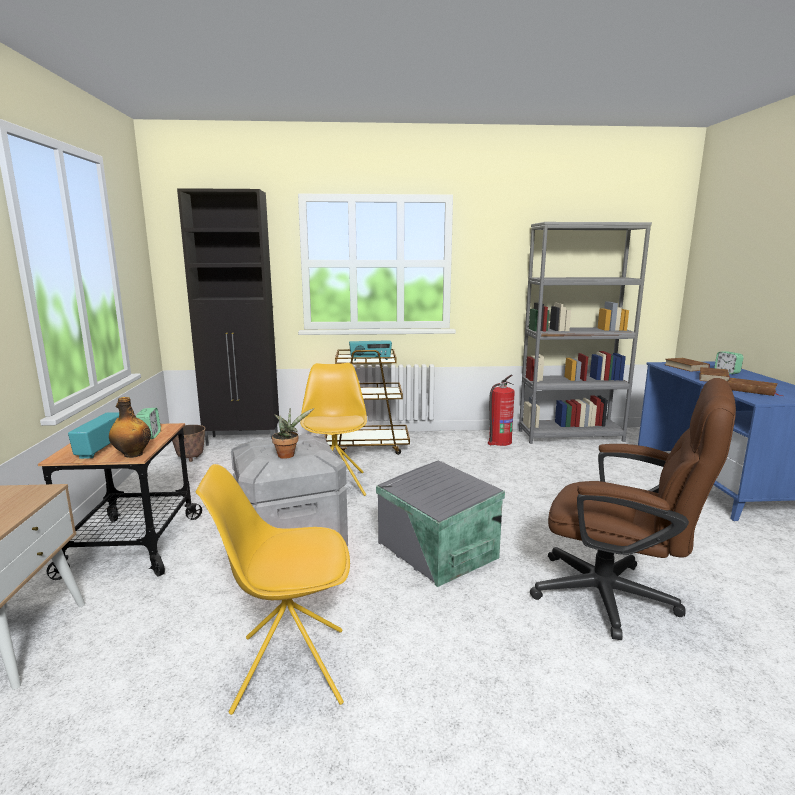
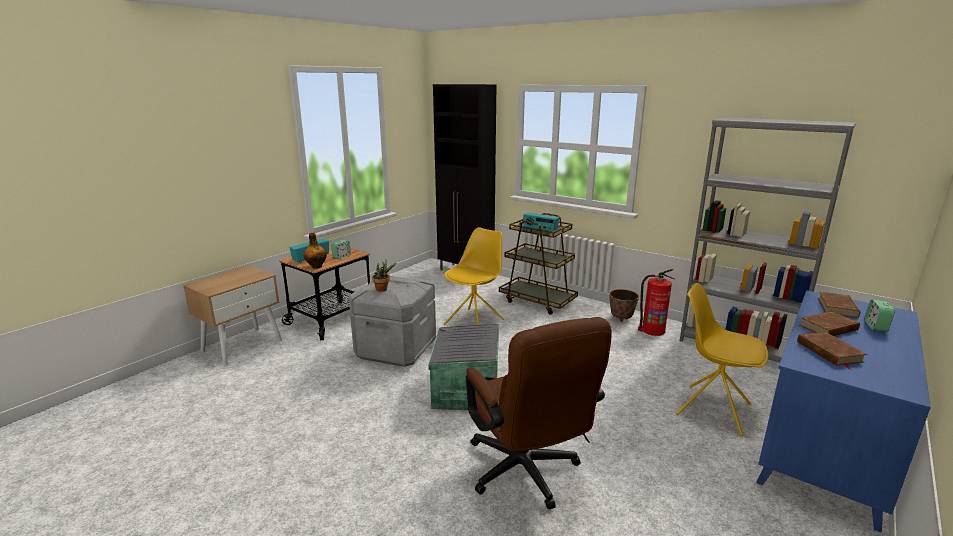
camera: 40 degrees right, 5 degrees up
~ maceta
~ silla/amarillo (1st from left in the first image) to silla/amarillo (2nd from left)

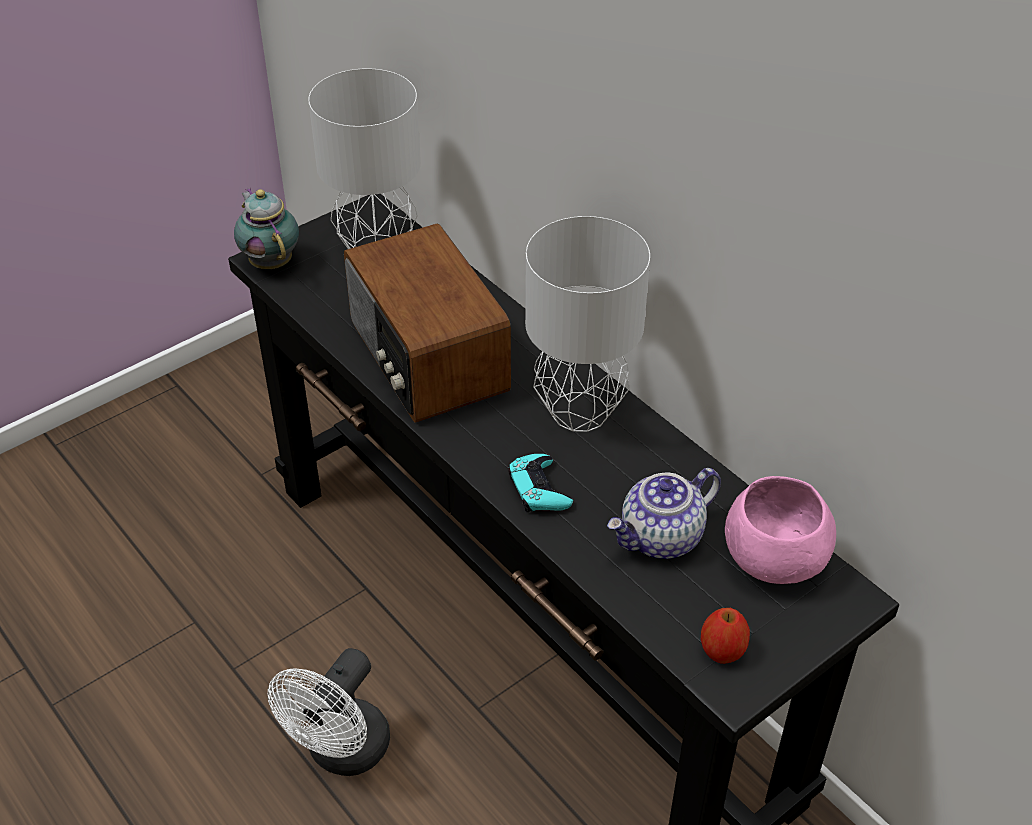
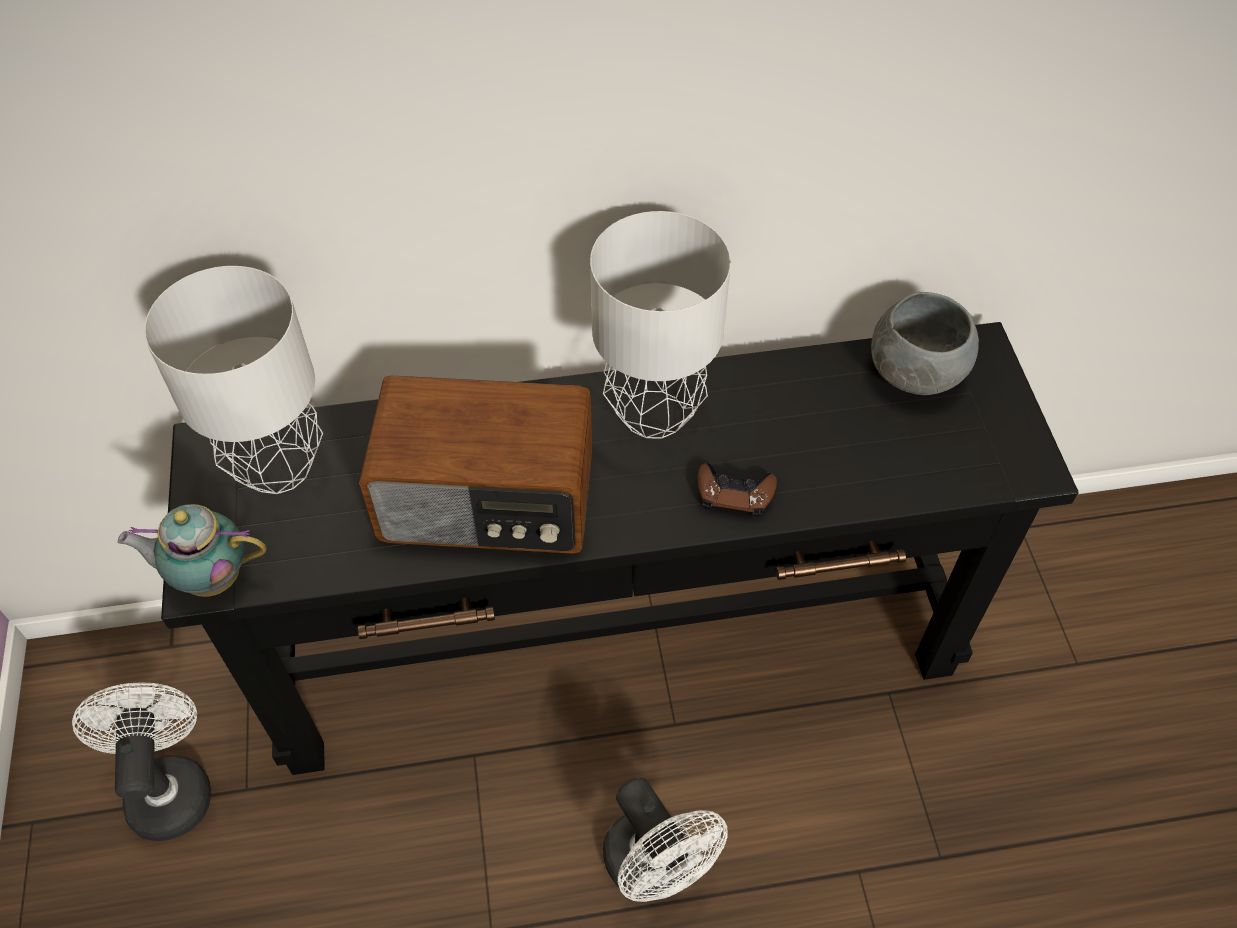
camera: 60 degrees left, 10 degrees up
+ ventilador/blanco (1st from left)
~ mando de consola/turquesa to mando de consola/marrón
~ cuenco/rosa to cuenco/gris
- tetera (2nd from left)
- manzana

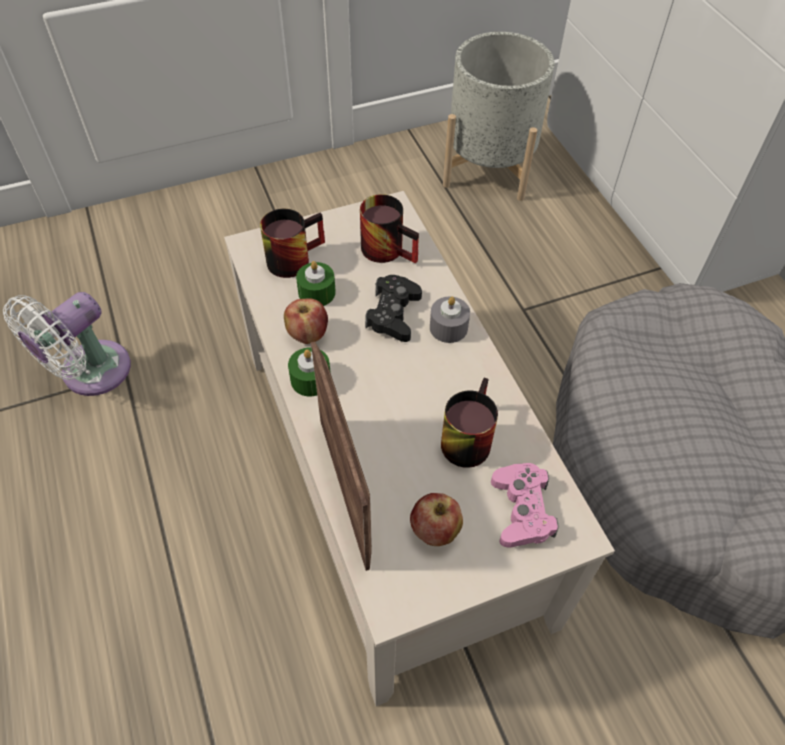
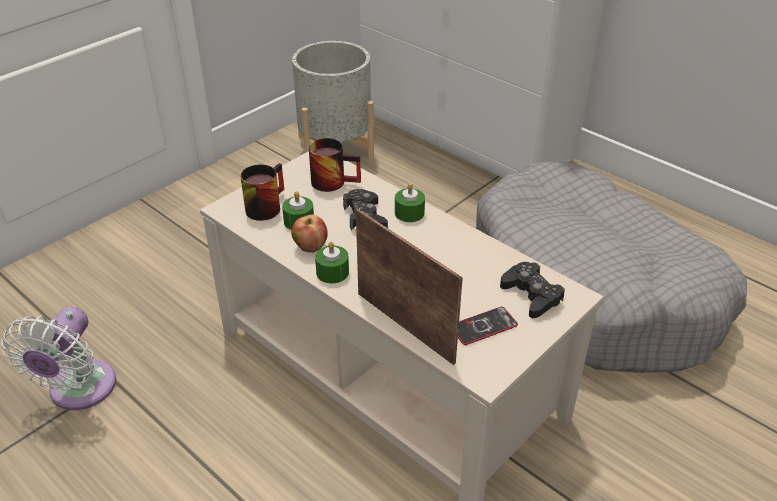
camera: 25 degrees left, 15 degrees down
~ vela/gris to vela/verde (3rd from left)
~ manzana (2nd from left) to móvil
~ mando de consola/rosa to mando de consola/negro (2nd from left)
- taza grande (3rd from left)

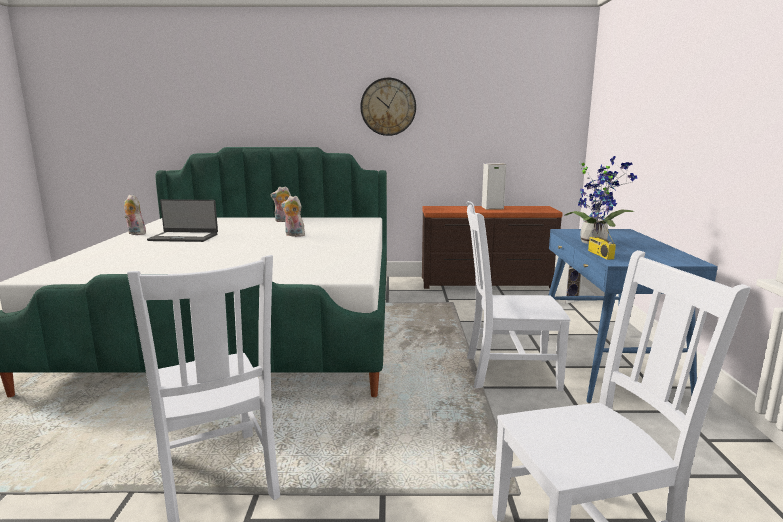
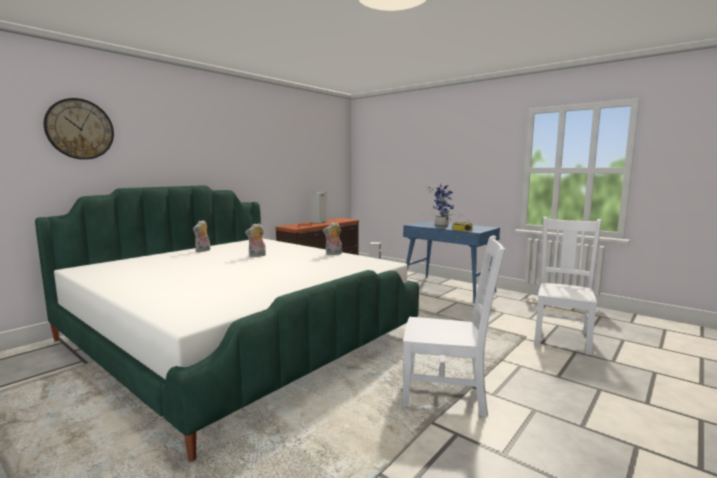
camera: 50 degrees left, 5 degrees down
~ reloj de pared
~ peluche (1st from left in the first image) to peluche (3rd from left)
- portátil
- silla/blanco (2nd from left)

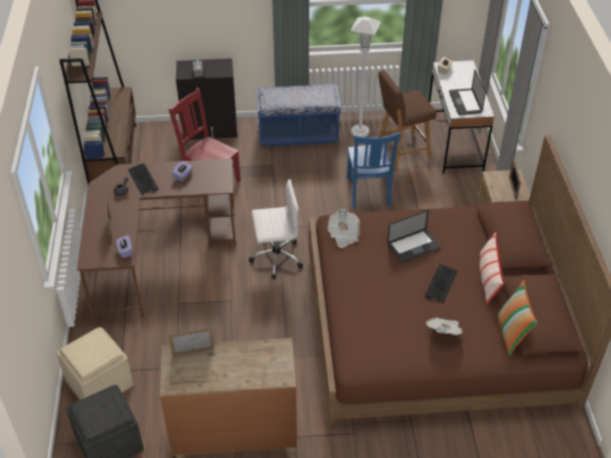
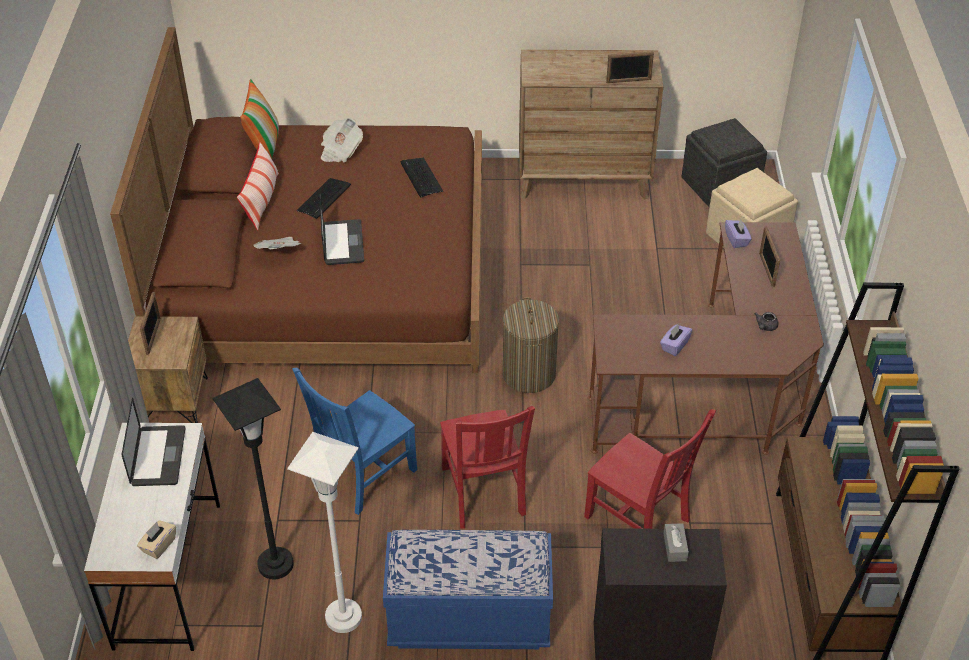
camera: 175 degrees left, 0 degrees up
~ taburete/marrón to lámpara de pie/negro
~ periódico (1st from left)
~ silla/azul 135 degrees counterclockwise
~ portátil (1st from left in the first image) 105 degrees clockwise
~ teclado (1st from left in the first image) to teclado (2nd from left)
+ silla/rojo (1st from left)
~ silla de oficina/blanco to cesto de la ropa

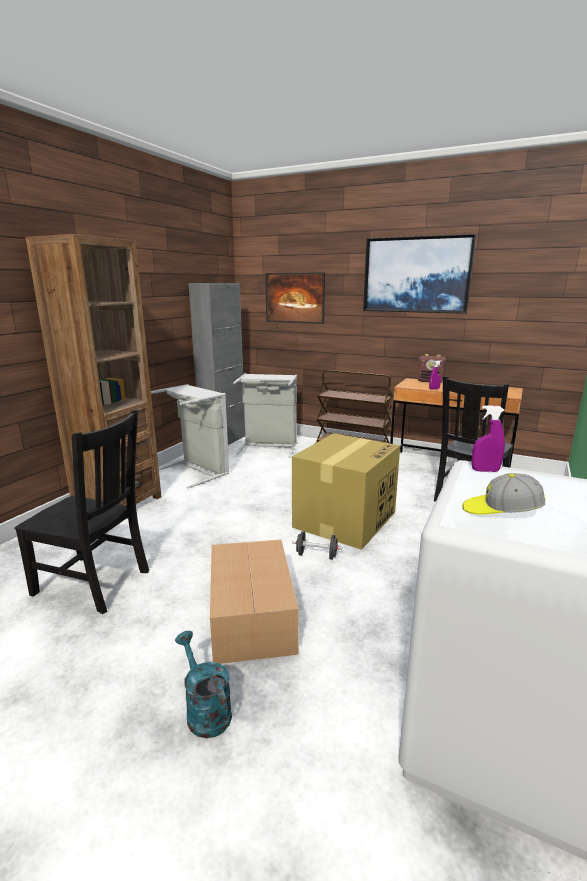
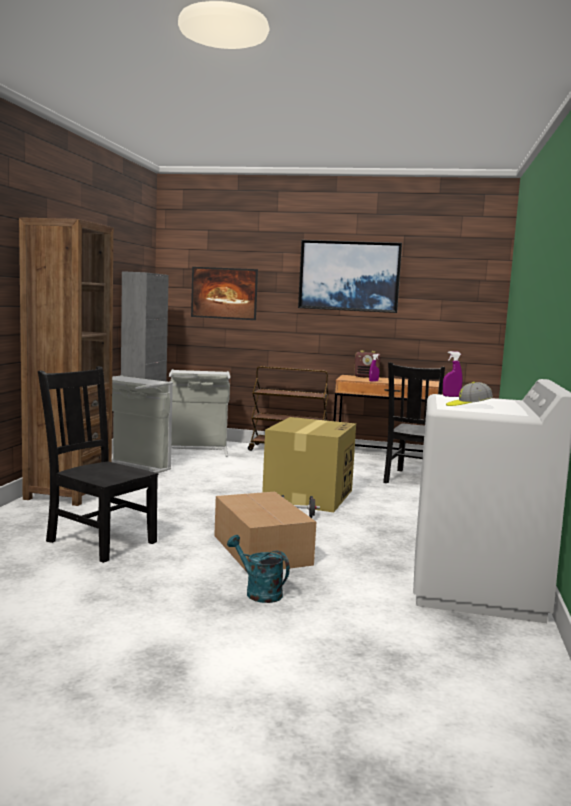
camera: 15 degrees left, 10 degrees down
~ silla/negro (1st from left) 150 degrees counterclockwise

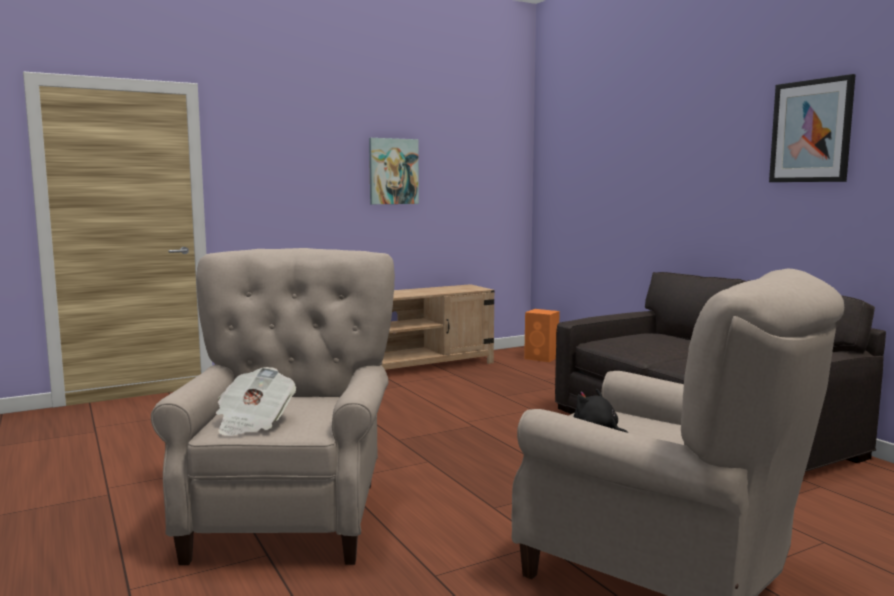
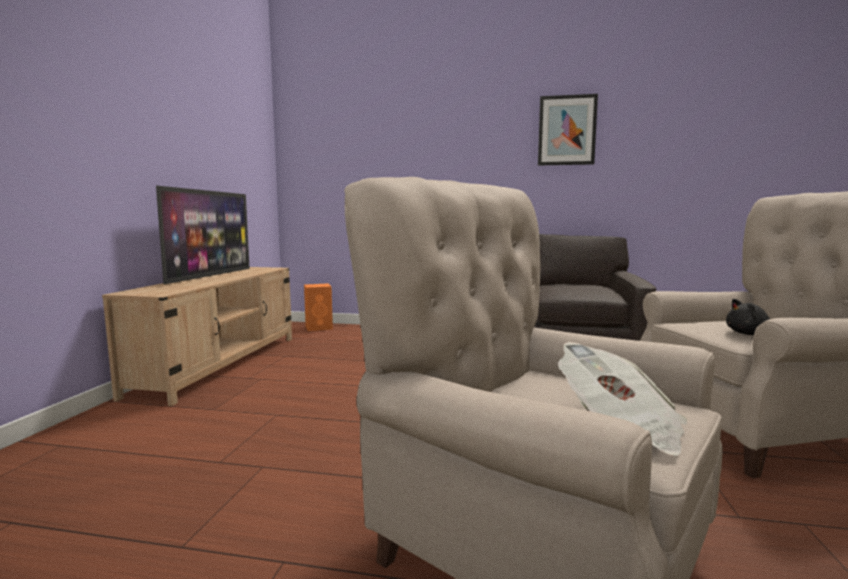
camera: 50 degrees left, 0 degrees up
+ televisor
- cuadro (1st from left)

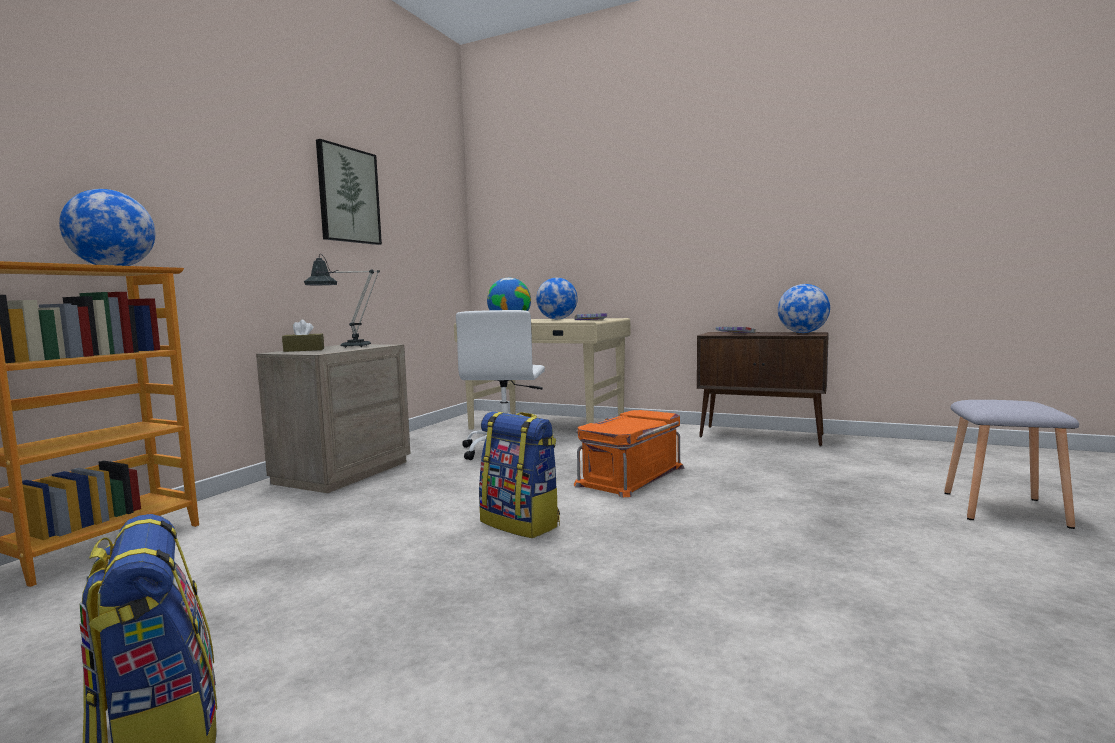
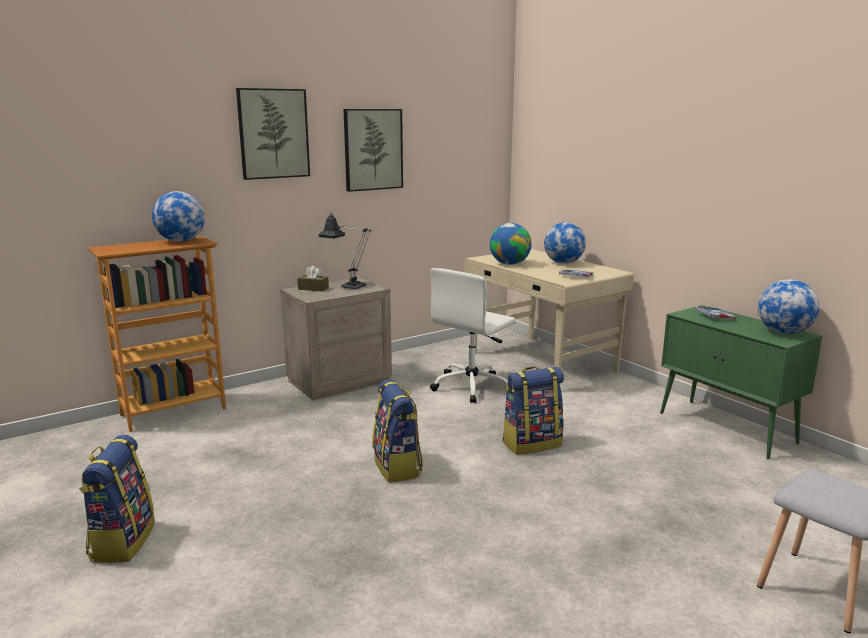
camera: 30 degrees right, 10 degrees up
+ cuadro (1st from left)
~ caja de almacenaje/naranja to mochila (3rd from left)
~ armario/marrón to armario/verde

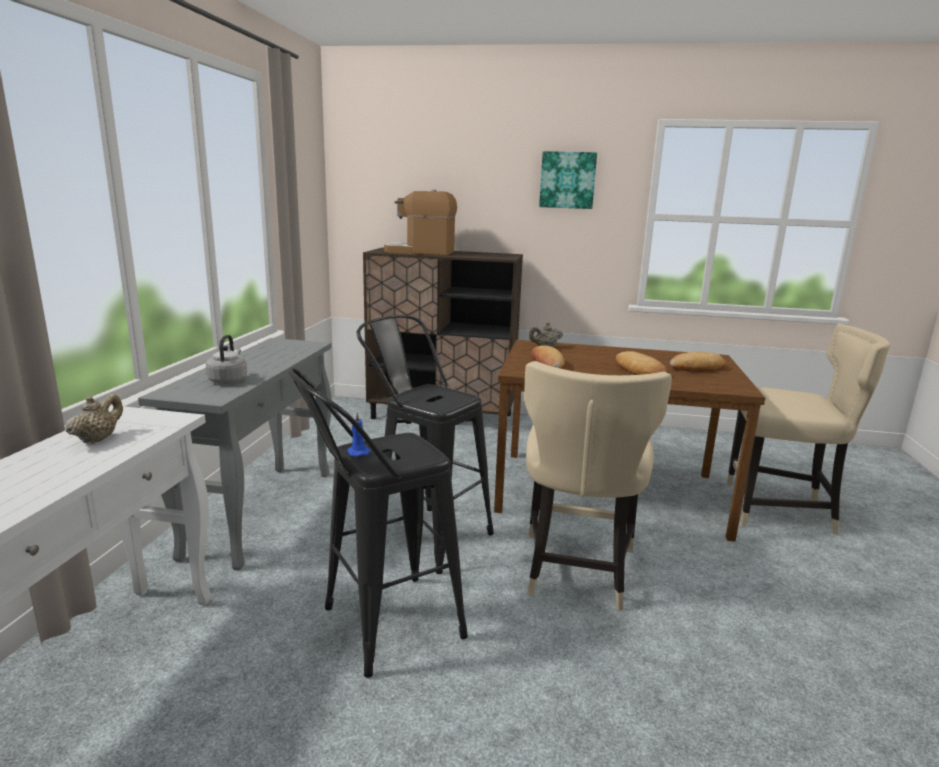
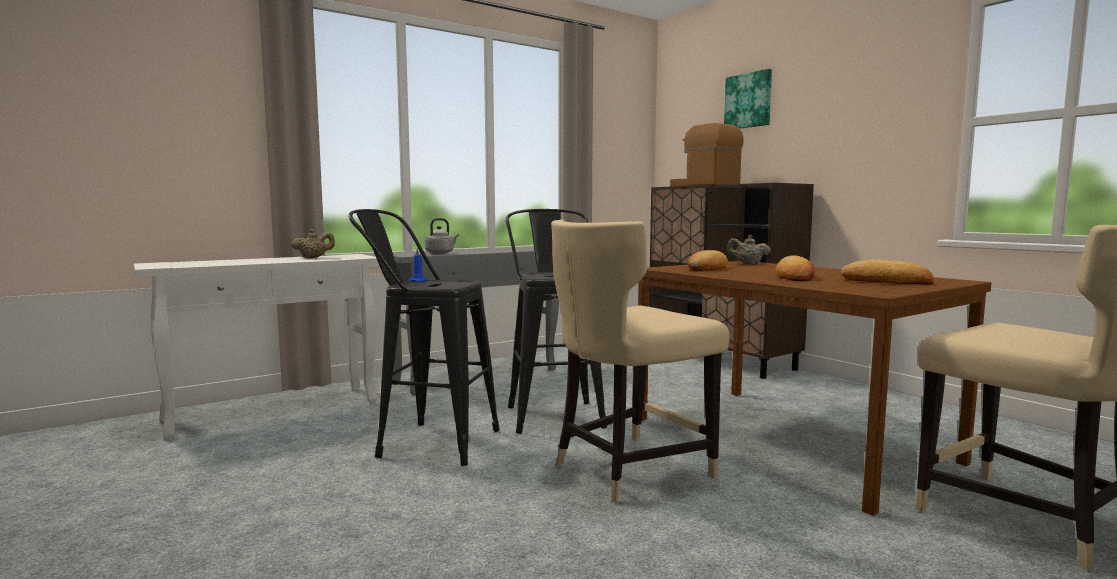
camera: 45 degrees right, 10 degrees down
~ cuadro

